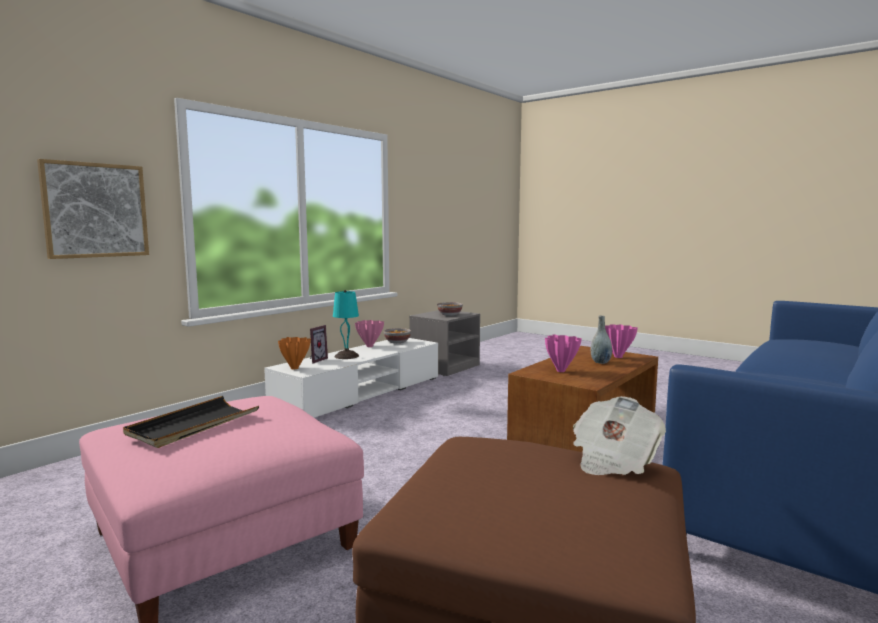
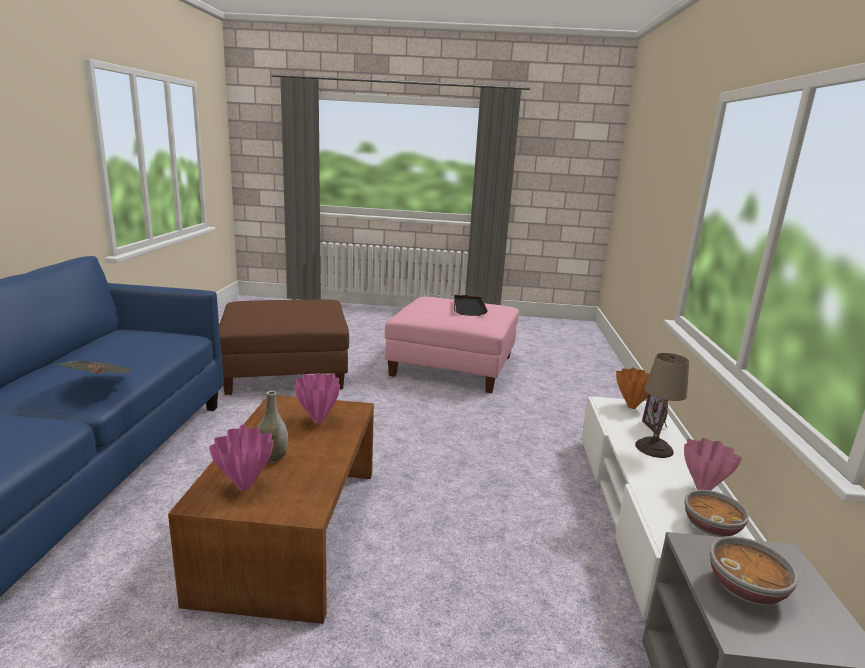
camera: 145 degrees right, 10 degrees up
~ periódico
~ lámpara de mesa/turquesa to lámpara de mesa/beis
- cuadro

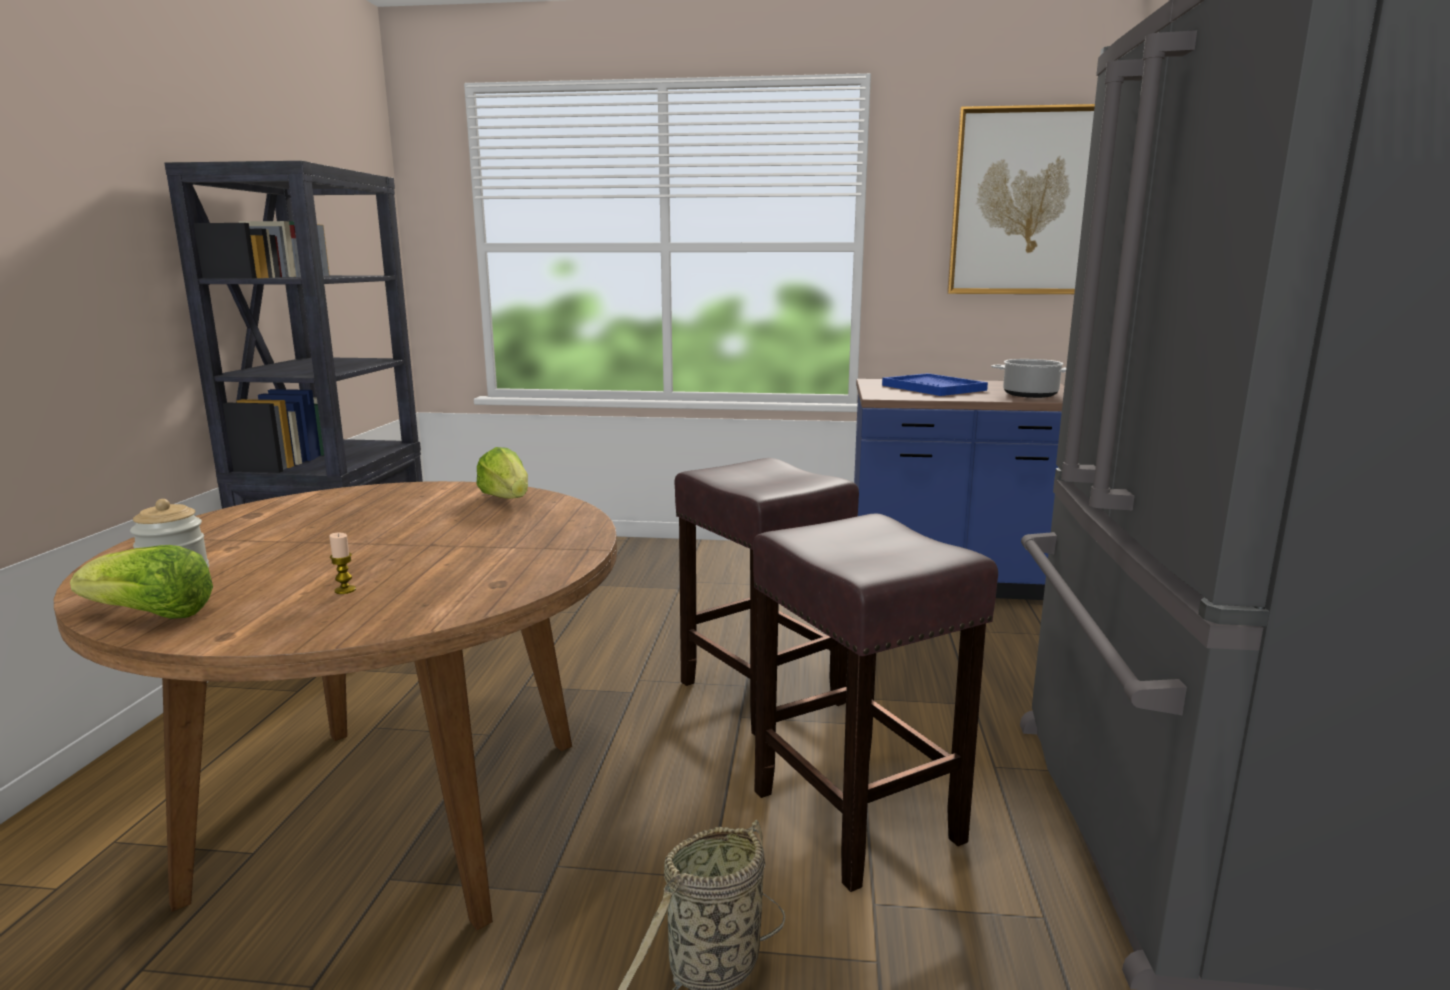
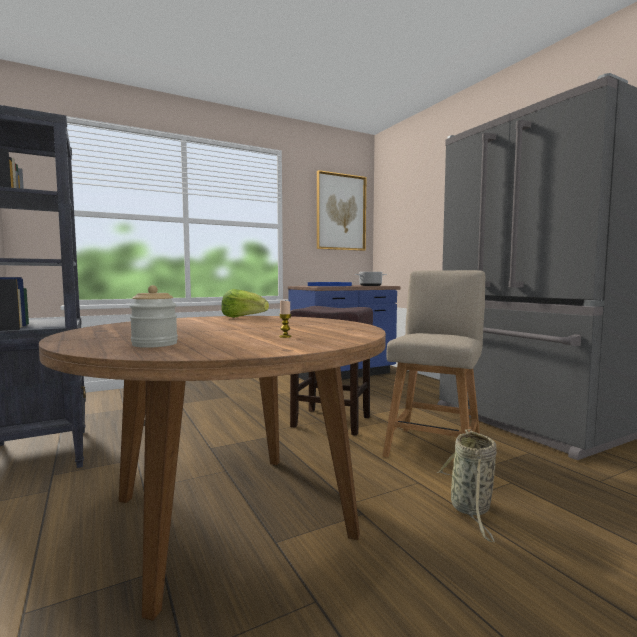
camera: 35 degrees left, 10 degrees down
~ taburete/marrón (2nd from left) to silla/beis
- lechuga (1st from left)

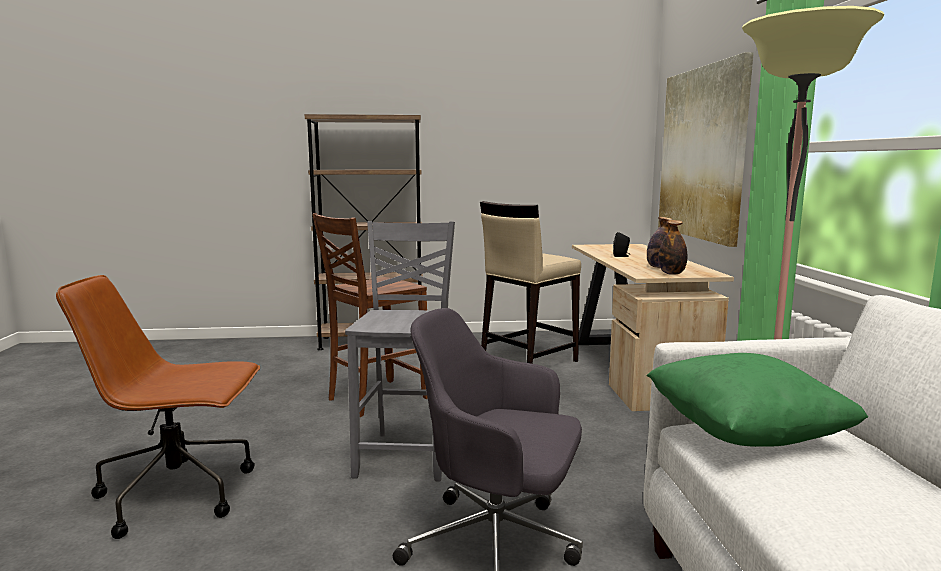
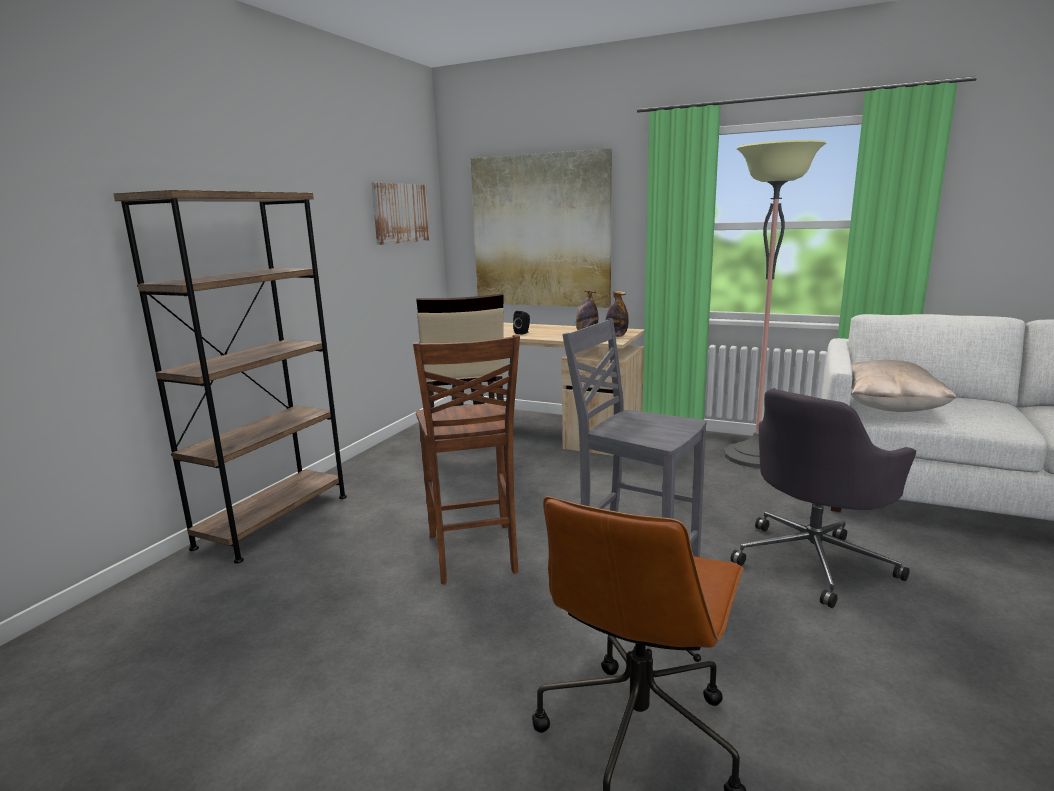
camera: 60 degrees left, 5 degrees up
+ cuadro (1st from left)
~ cojín/verde to cojín/beis

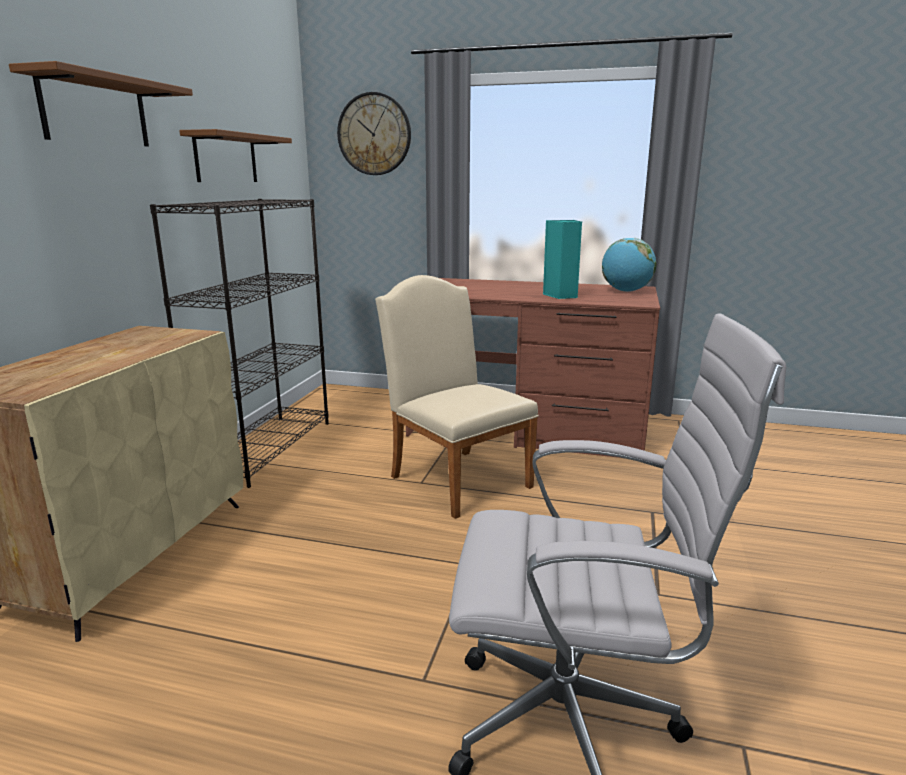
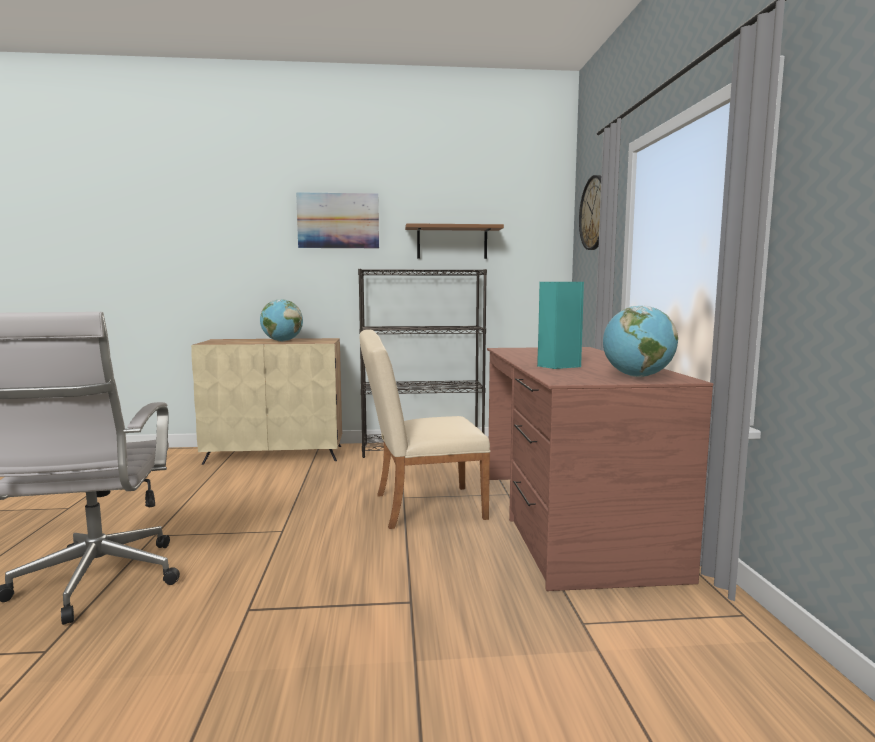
camera: 70 degrees right, 10 degrees down
+ globo terráqueo (1st from left)
~ estante/marrón (1st from left) to cuadro
~ silla/beis 135 degrees counterclockwise

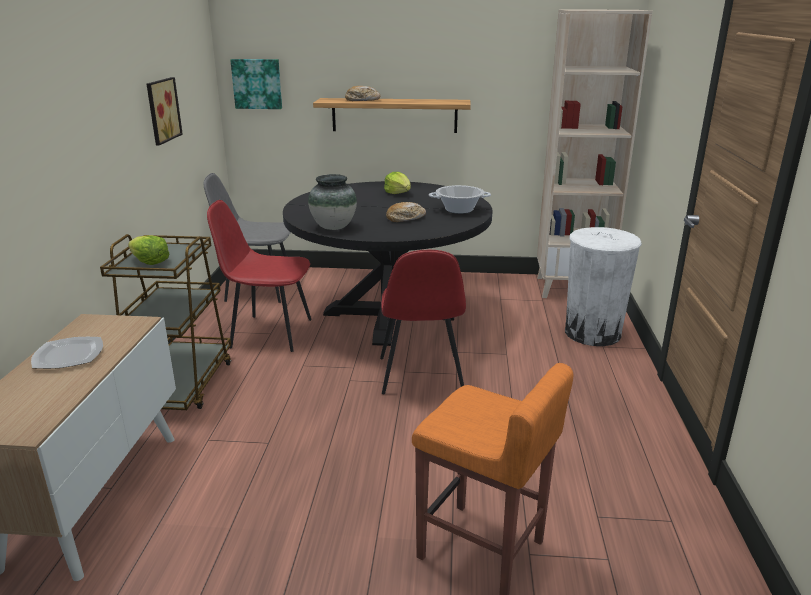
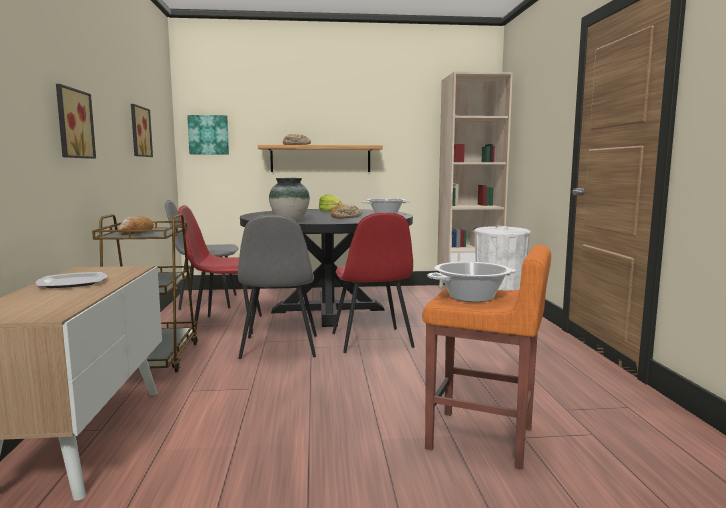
camera: 10 degrees left, 15 degrees down
+ cuadro (1st from left)
~ lechuga (1st from left) to pan (1st from left)
+ silla/gris (2nd from left)
+ olla (2nd from left)

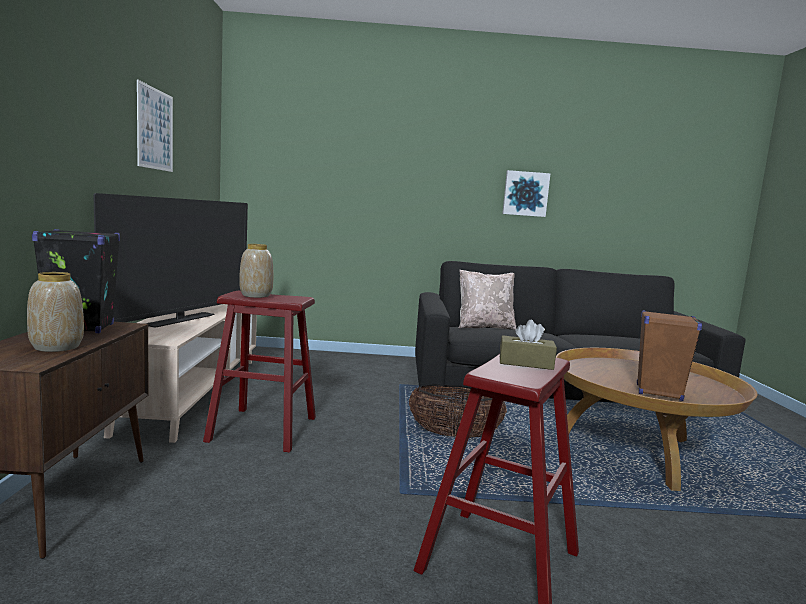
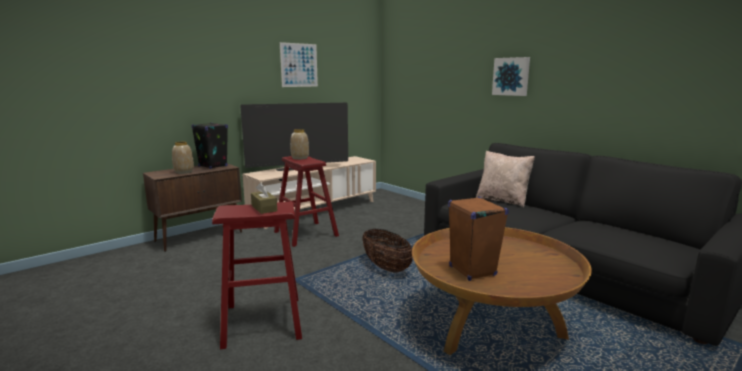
camera: 50 degrees right, 5 degrees up
~ cuadro (2nd from left)

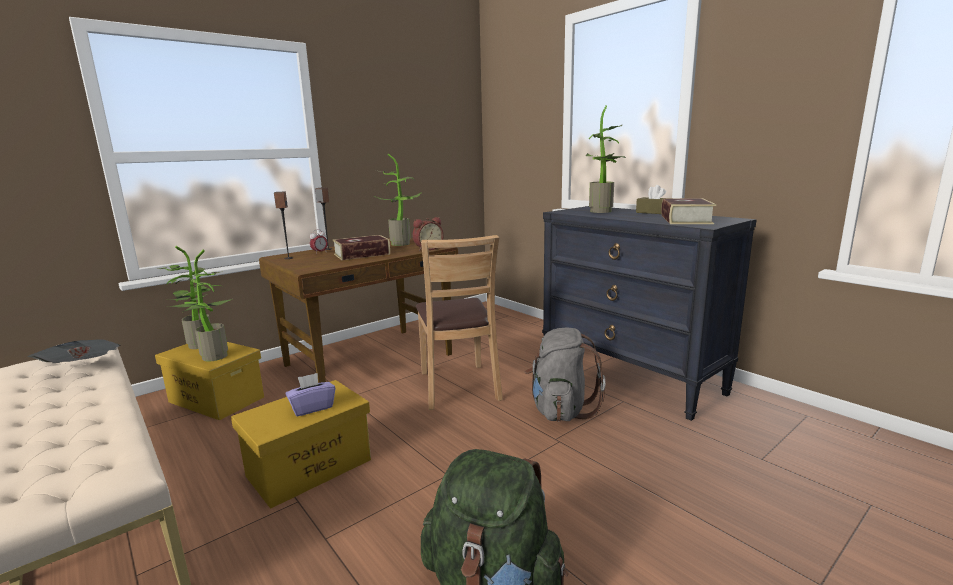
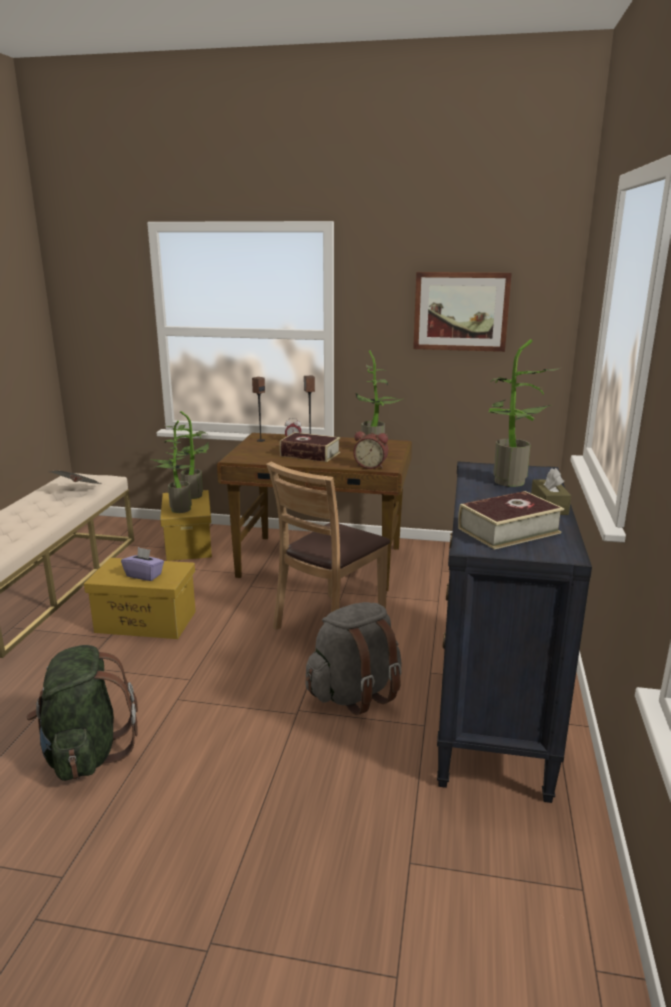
camera: 50 degrees right, 5 degrees up
+ cuadro

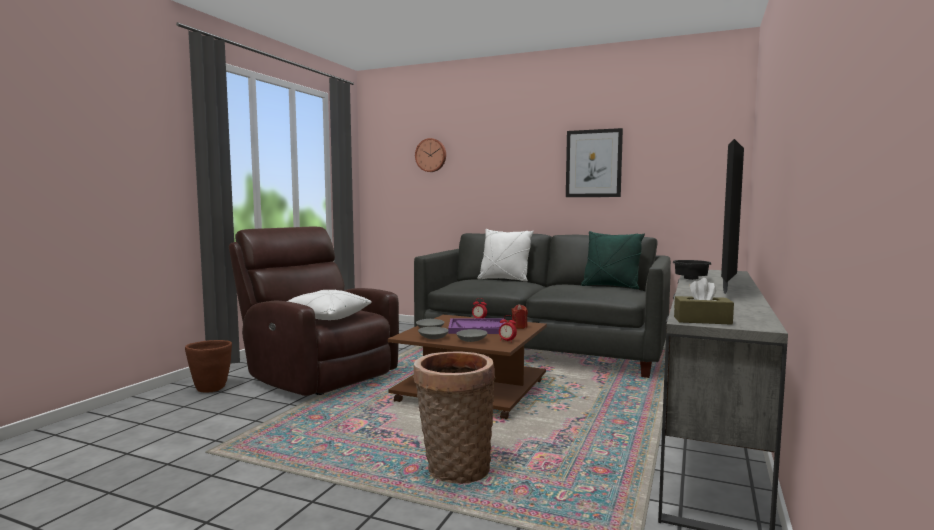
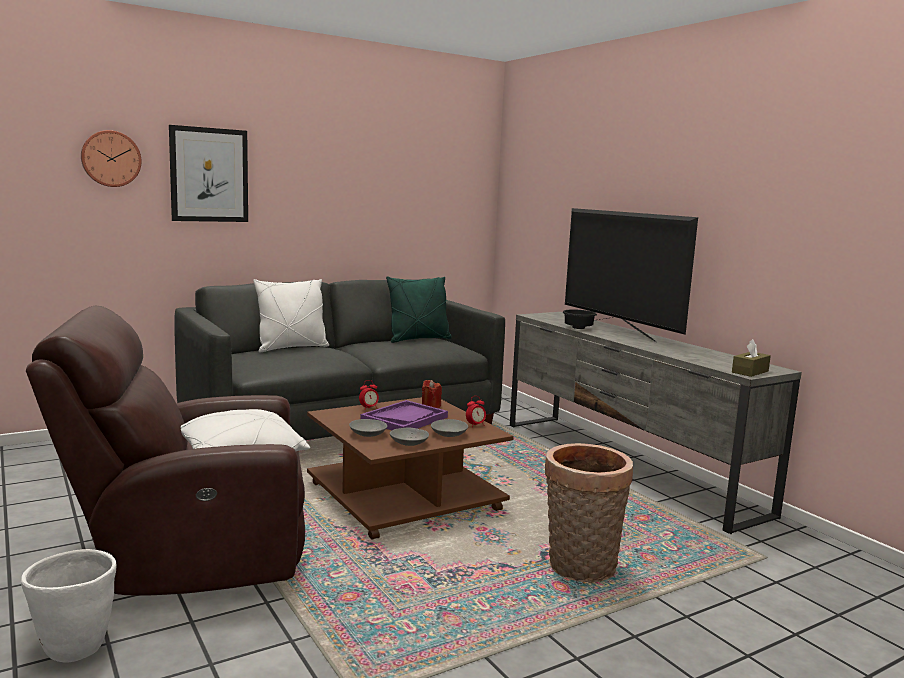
camera: 55 degrees left, 5 degrees up
~ maceta/marrón to maceta/blanco
~ cuadro

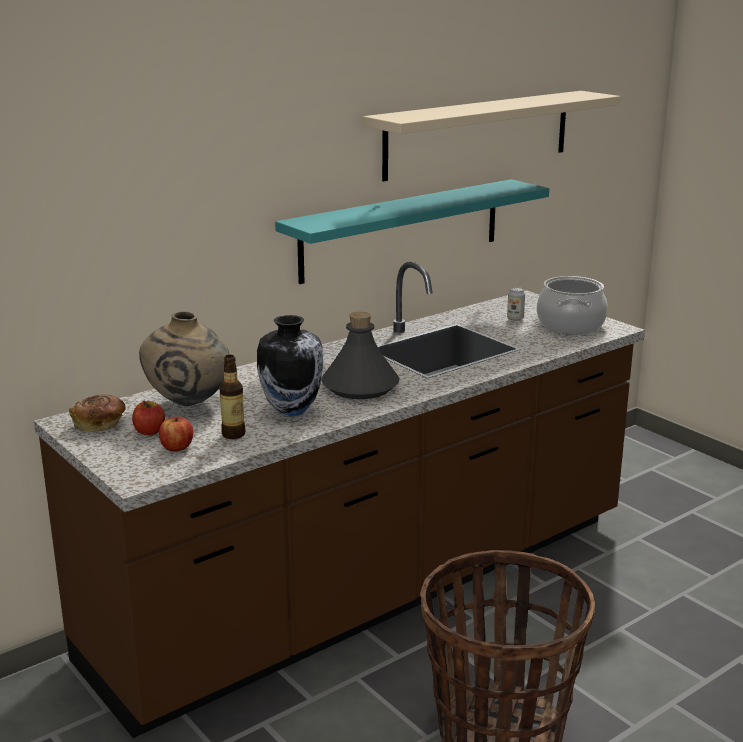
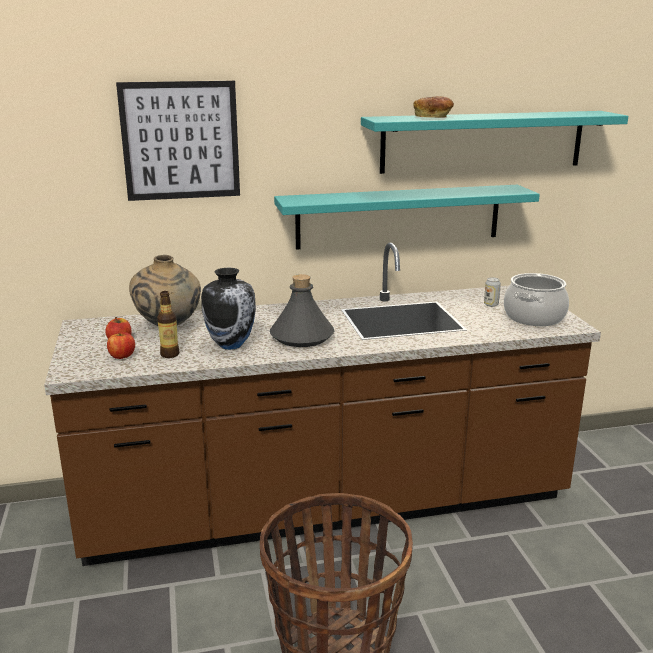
camera: 25 degrees right, 0 degrees up
+ cuadro
~ estante/beis to estante/turquesa (2nd from left)
~ pan

